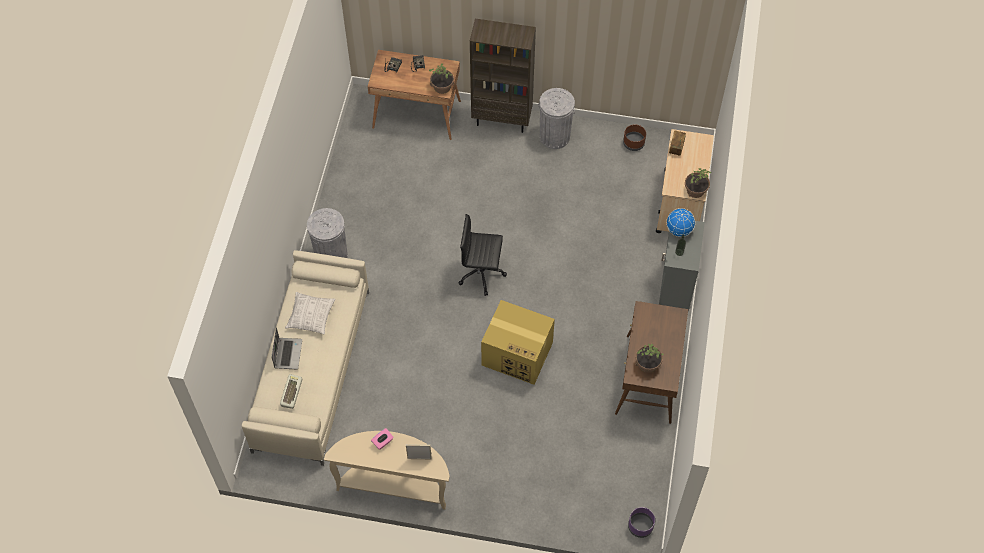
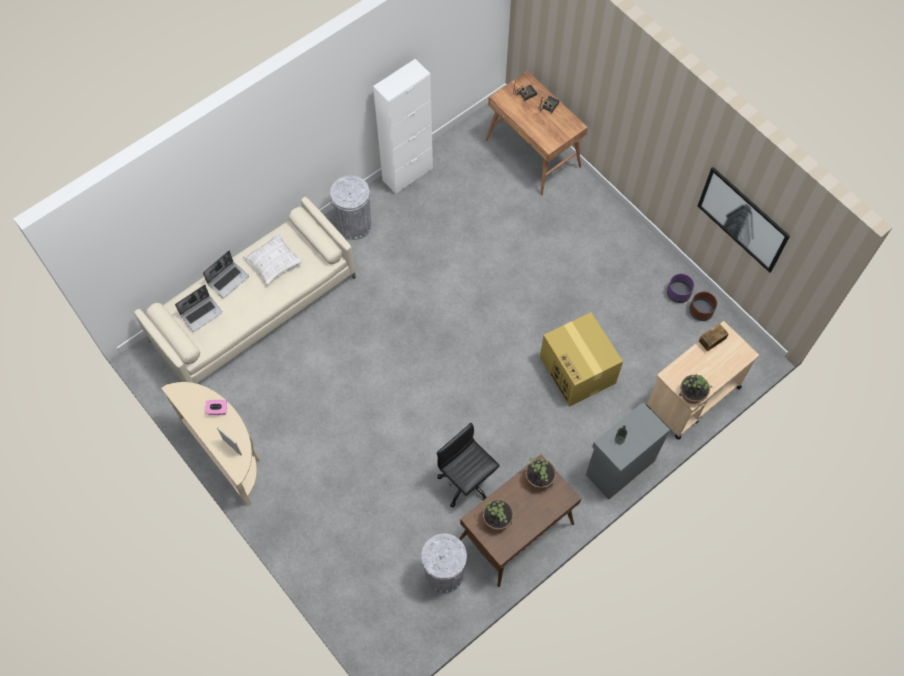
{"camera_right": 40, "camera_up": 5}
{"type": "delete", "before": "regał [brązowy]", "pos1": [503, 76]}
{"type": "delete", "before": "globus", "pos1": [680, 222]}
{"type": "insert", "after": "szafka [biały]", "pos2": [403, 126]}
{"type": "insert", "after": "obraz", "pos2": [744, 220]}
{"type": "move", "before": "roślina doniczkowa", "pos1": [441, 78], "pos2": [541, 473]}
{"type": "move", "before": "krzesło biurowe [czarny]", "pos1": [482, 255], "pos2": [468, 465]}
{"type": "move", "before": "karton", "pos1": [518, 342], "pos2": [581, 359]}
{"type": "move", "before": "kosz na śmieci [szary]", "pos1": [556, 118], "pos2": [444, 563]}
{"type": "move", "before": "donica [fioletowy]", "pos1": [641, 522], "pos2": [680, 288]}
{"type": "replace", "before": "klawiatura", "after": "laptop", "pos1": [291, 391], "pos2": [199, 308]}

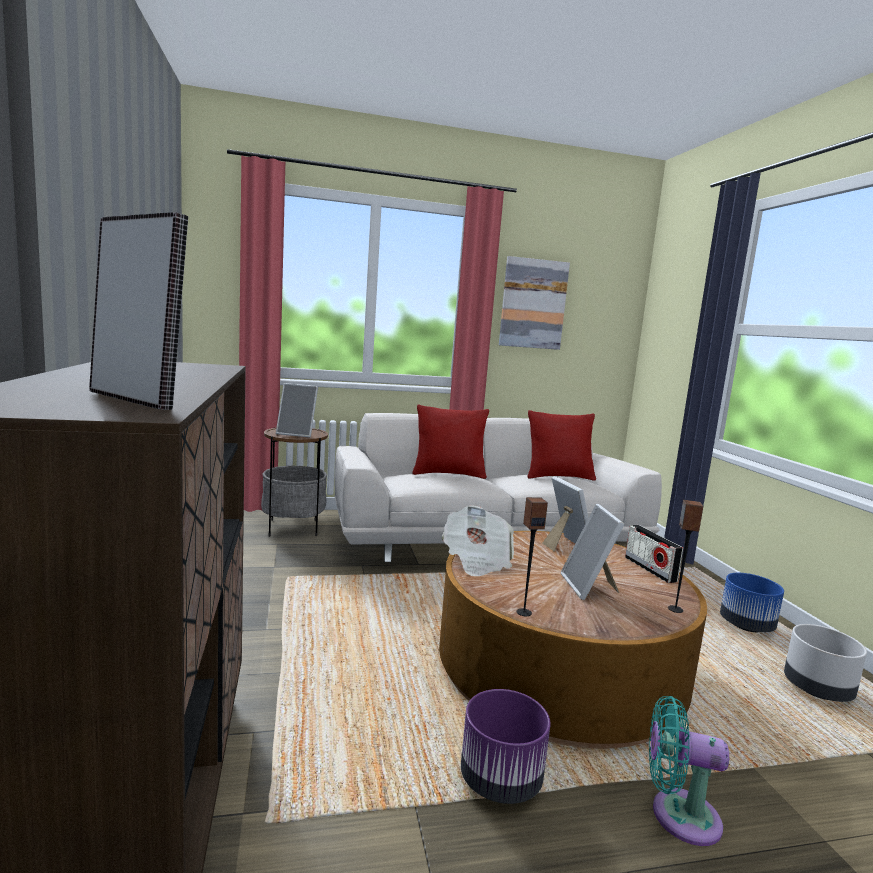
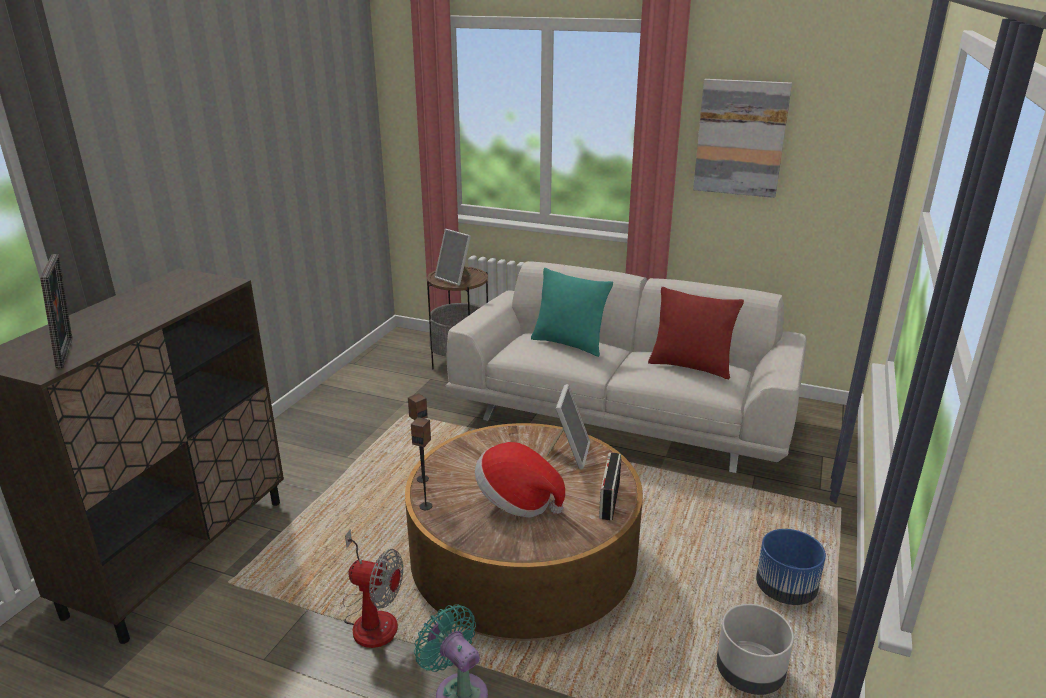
{"camera_right": 35, "camera_up": 15}
{"type": "delete", "before": "gazeta", "pos1": [478, 540]}
{"type": "move", "before": "głośnik", "pos1": [685, 556], "pos2": [418, 438]}
{"type": "replace", "before": "donica [fioletowy]", "after": "wentylator", "pos1": [505, 746], "pos2": [373, 588]}
{"type": "replace", "before": "ramka na zdjęcie", "after": "kapelusz", "pos1": [593, 552], "pos2": [520, 480]}
{"type": "recolor", "before": "poduszka [czerwony]", "after": "poduszka [turkusowy]", "pos1": [450, 441], "pos2": [572, 312]}

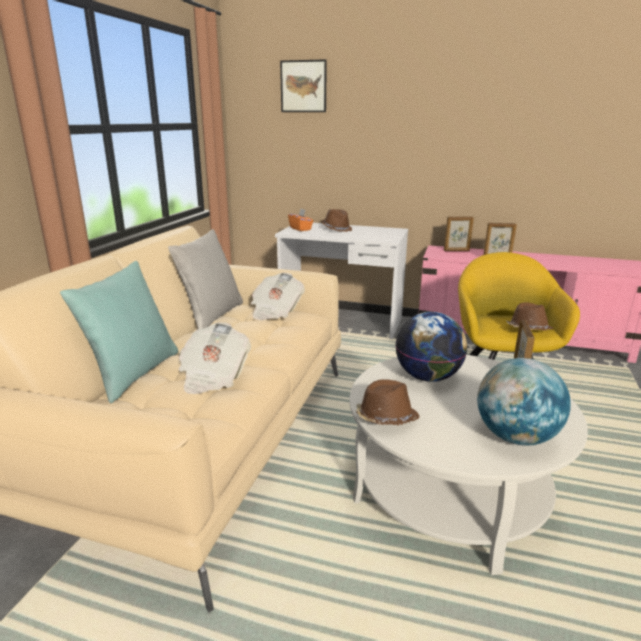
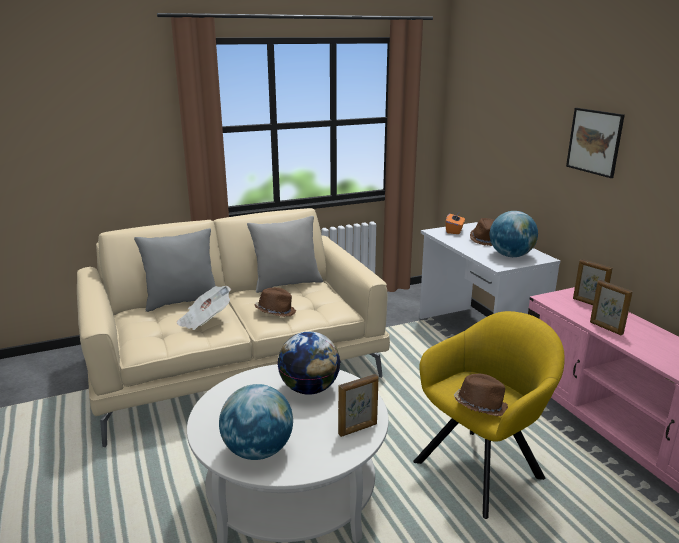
{"camera_right": 50, "camera_up": 0}
{"type": "delete", "before": "gazeta", "pos1": [278, 296]}
{"type": "insert", "after": "globus", "pos2": [514, 234]}
{"type": "move", "before": "obraz", "pos1": [303, 85], "pos2": [595, 143]}
{"type": "move", "before": "kapelusz [brązowy]", "pos1": [388, 402], "pos2": [275, 302]}
{"type": "recolor", "before": "poduszka [turkusowy]", "after": "poduszka [szary]", "pos1": [119, 332], "pos2": [174, 270]}

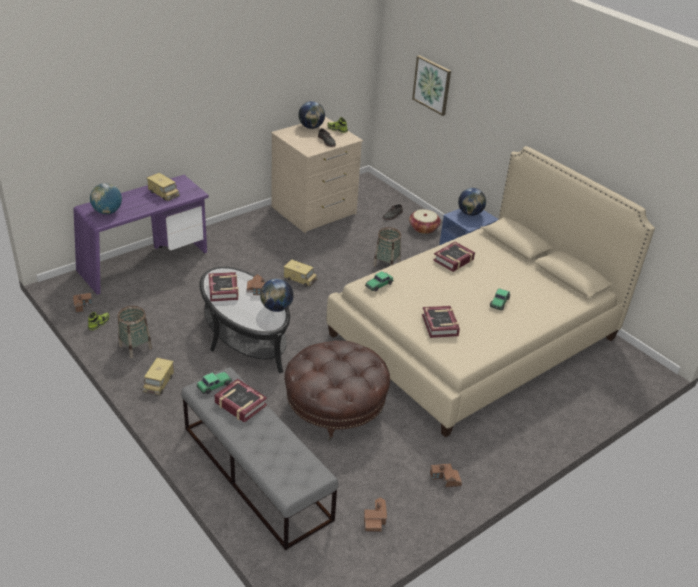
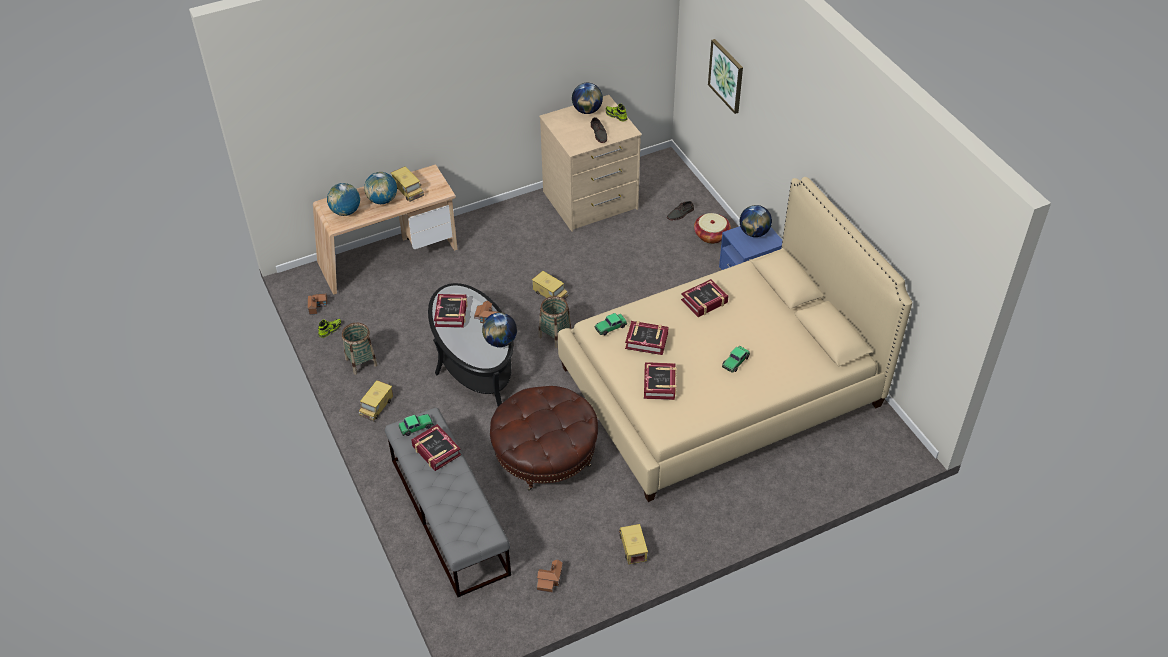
{"camera_right": 15, "camera_up": 10}
{"type": "insert", "after": "globus", "pos2": [380, 188]}
{"type": "insert", "after": "książka", "pos2": [646, 338]}
{"type": "move", "before": "koszyk", "pos1": [387, 247], "pos2": [555, 322]}
{"type": "replace", "before": "domek", "after": "ciężarówka zabawkowa", "pos1": [446, 475], "pos2": [633, 544]}
{"type": "recolor", "before": "biurko [fioletowy]", "after": "biurko [beżowy]", "pos1": [141, 235], "pos2": [385, 229]}

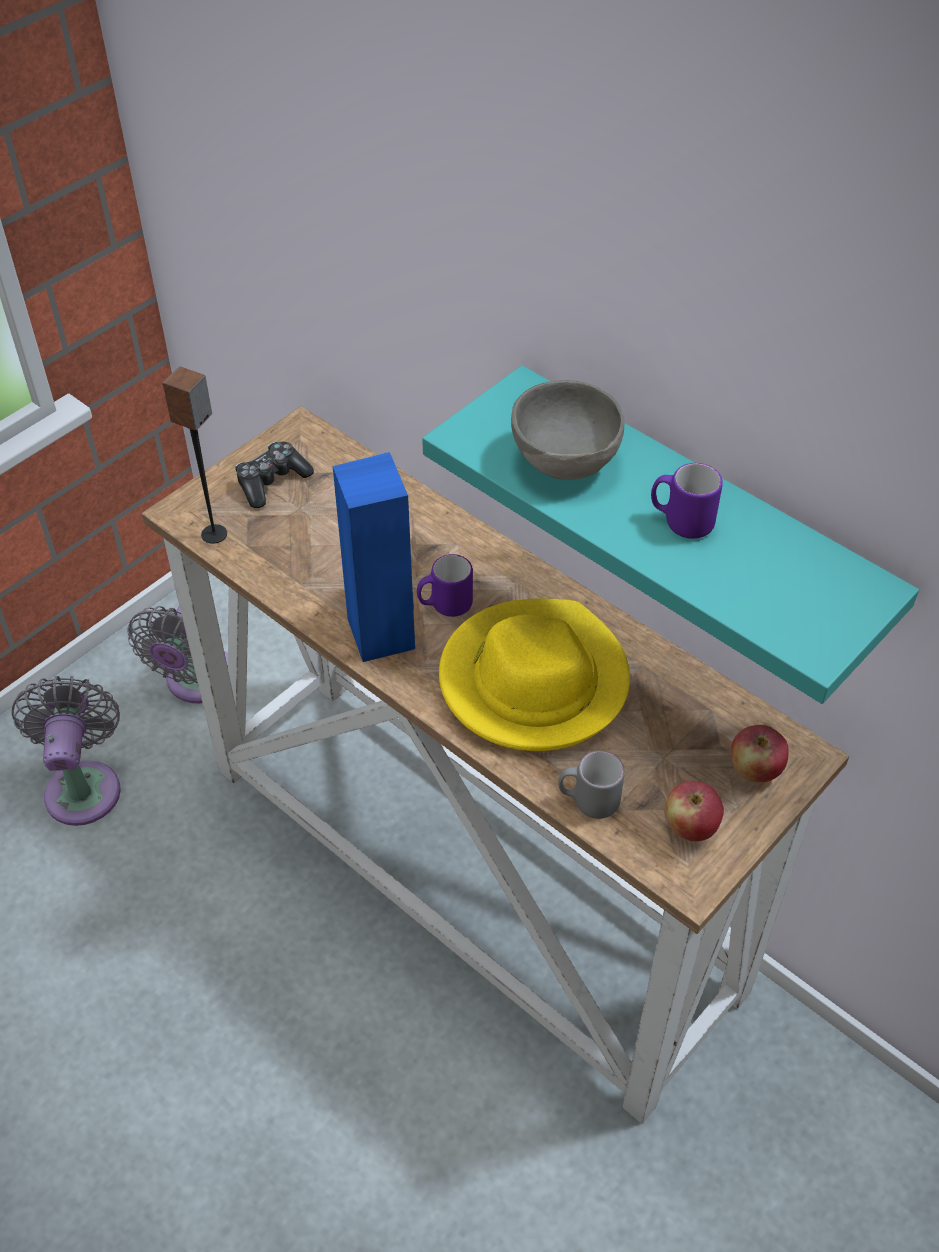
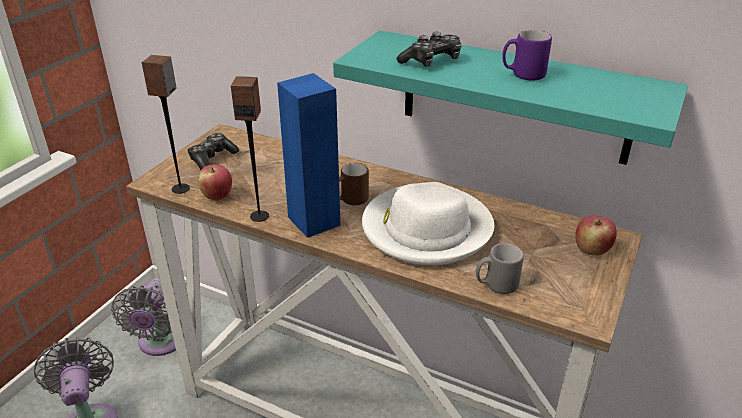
{"camera_right": -15, "camera_up": -15}
{"type": "insert", "after": "głośnik", "pos2": [250, 149]}
{"type": "move", "before": "jabłko", "pos1": [695, 811], "pos2": [215, 183]}
{"type": "replace", "before": "miska [szary]", "after": "pad do gier", "pos1": [567, 430], "pos2": [429, 49]}
{"type": "recolor", "before": "kubek [fioletowy]", "after": "kubek [brązowy]", "pos1": [445, 585], "pos2": [354, 184]}
{"type": "recolor", "before": "kapelusz [żółty]", "after": "kapelusz [biały]", "pos1": [534, 674], "pos2": [428, 224]}

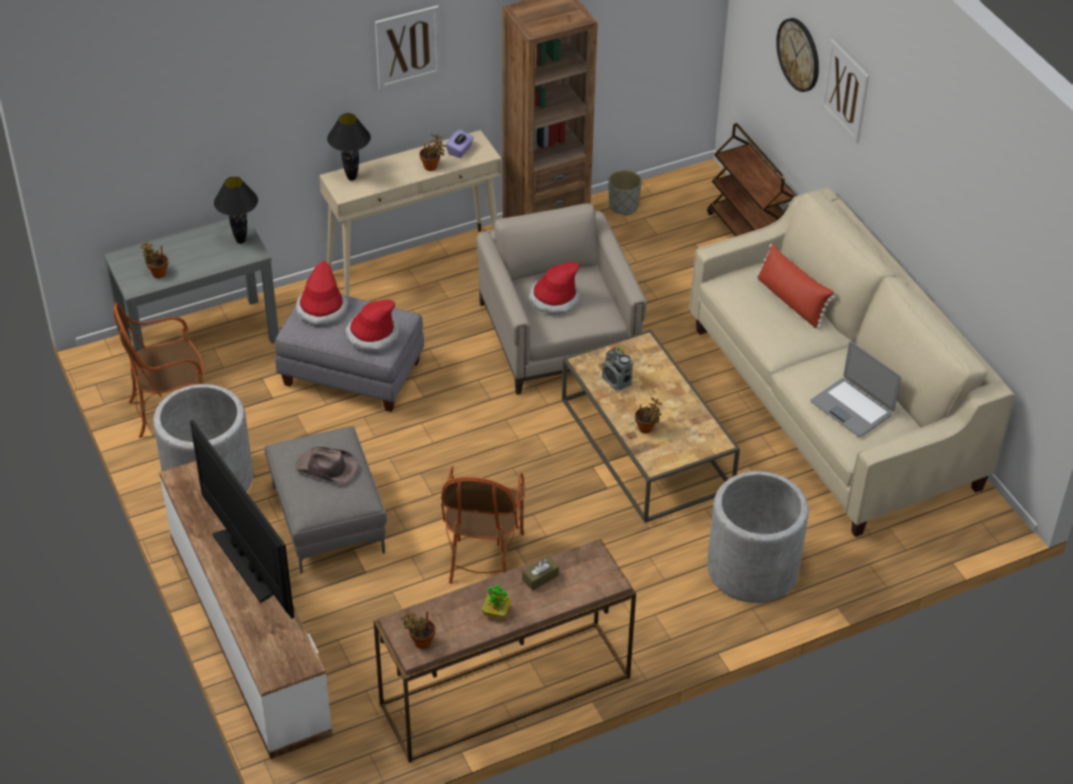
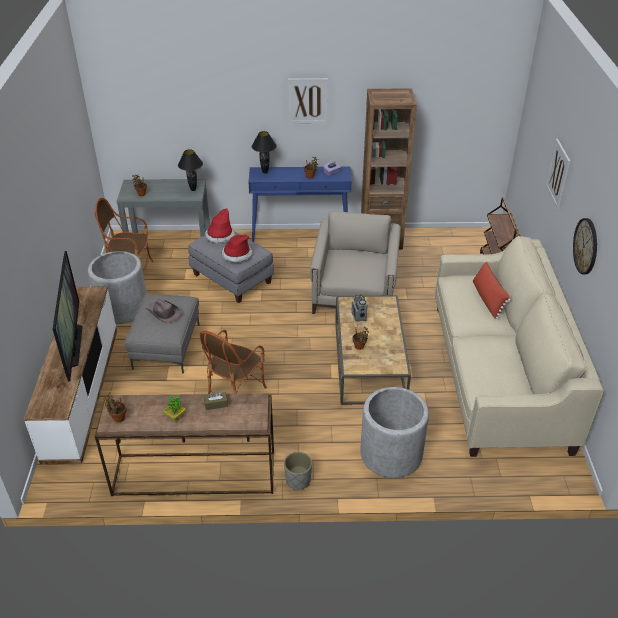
{"camera_right": 25, "camera_up": -5}
{"type": "delete", "before": "kapelusz", "pos1": [554, 288]}
{"type": "delete", "before": "laptop", "pos1": [855, 389]}
{"type": "move", "before": "donica [szary]", "pos1": [625, 193], "pos2": [298, 471]}
{"type": "move", "before": "zegar ścienny", "pos1": [797, 55], "pos2": [585, 246]}
{"type": "recolor", "before": "stolik konsolowy [beżowy]", "after": "stolik konsolowy [niebieski]", "pos1": [410, 213], "pos2": [300, 204]}

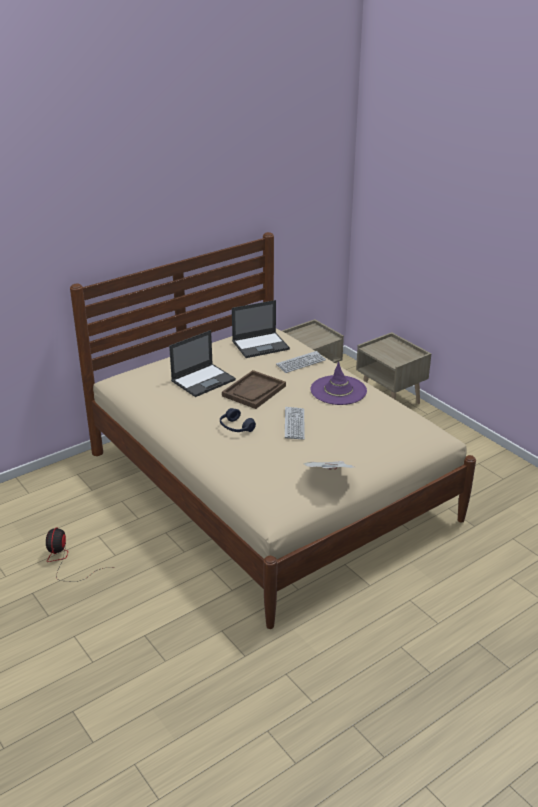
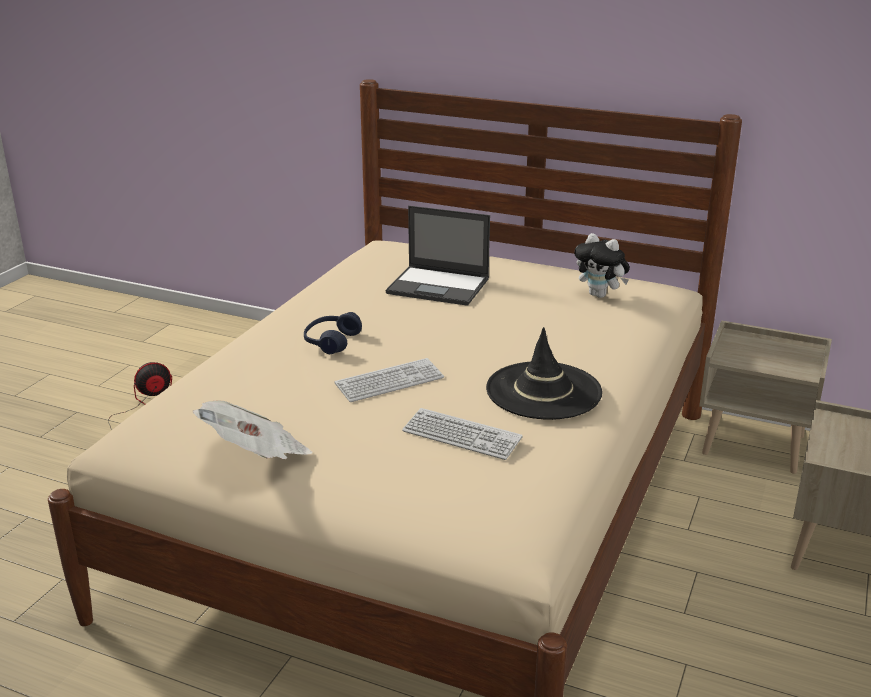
{"camera_right": 60, "camera_up": -5}
{"type": "delete", "before": "taca [brązowy]", "pos1": [254, 389]}
{"type": "move", "before": "klawiatura", "pos1": [301, 362], "pos2": [462, 434]}
{"type": "replace", "before": "laptop", "after": "pluszak", "pos1": [261, 329], "pos2": [602, 265]}
{"type": "recolor", "before": "kapelusz [fioletowy]", "after": "kapelusz [czarny]", "pos1": [338, 383], "pos2": [544, 373]}

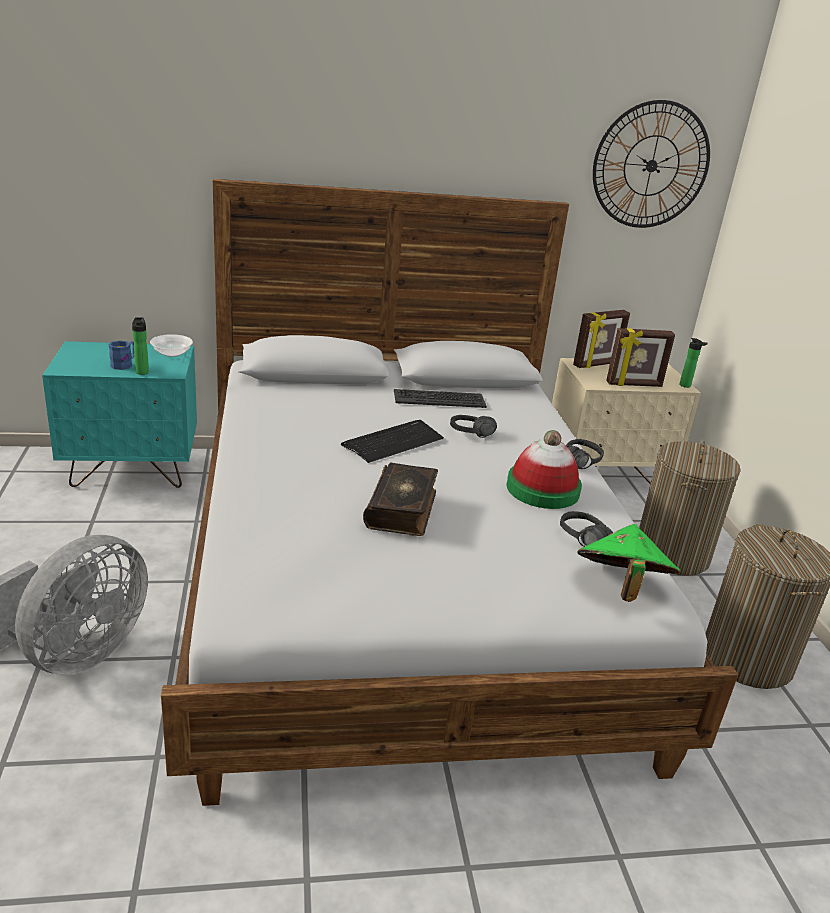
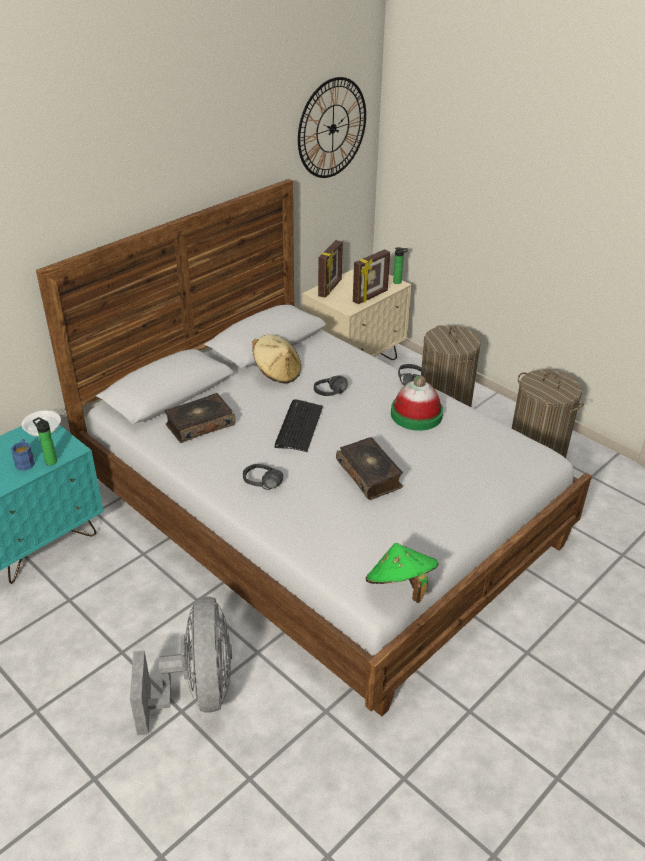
{"camera_right": -35, "camera_up": 10}
{"type": "insert", "after": "książka", "pos2": [200, 418]}
{"type": "move", "before": "słuchawki [czarny]", "pos1": [586, 529], "pos2": [263, 477]}
{"type": "move", "before": "kapelusz [zielony]", "pos1": [628, 563], "pos2": [402, 573]}
{"type": "replace", "before": "klawiatura", "after": "kapelusz [beżowy]", "pos1": [440, 398], "pos2": [276, 359]}

